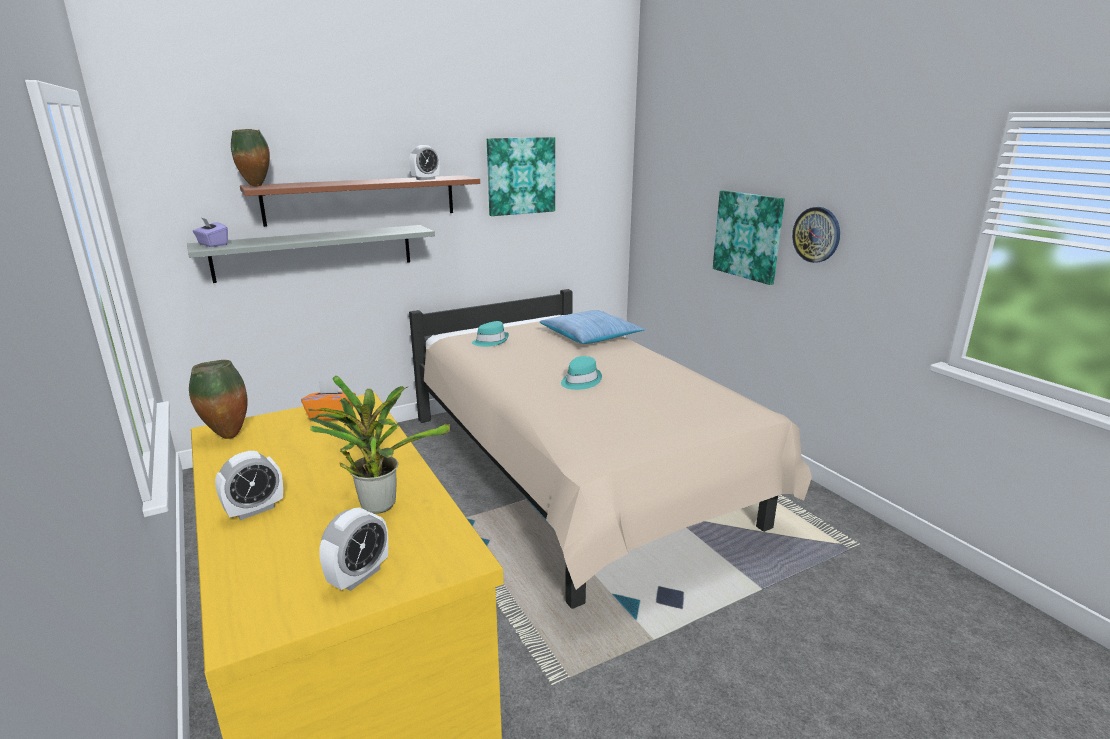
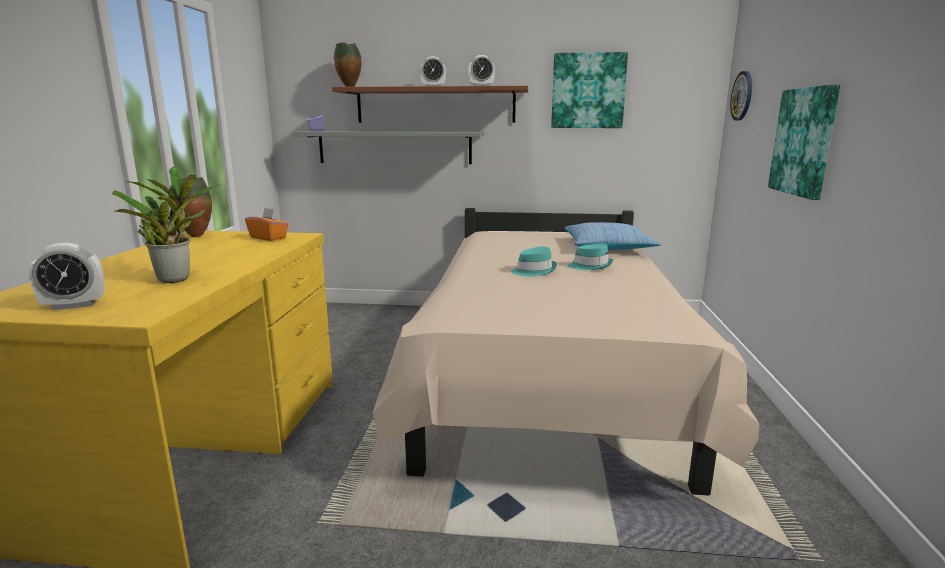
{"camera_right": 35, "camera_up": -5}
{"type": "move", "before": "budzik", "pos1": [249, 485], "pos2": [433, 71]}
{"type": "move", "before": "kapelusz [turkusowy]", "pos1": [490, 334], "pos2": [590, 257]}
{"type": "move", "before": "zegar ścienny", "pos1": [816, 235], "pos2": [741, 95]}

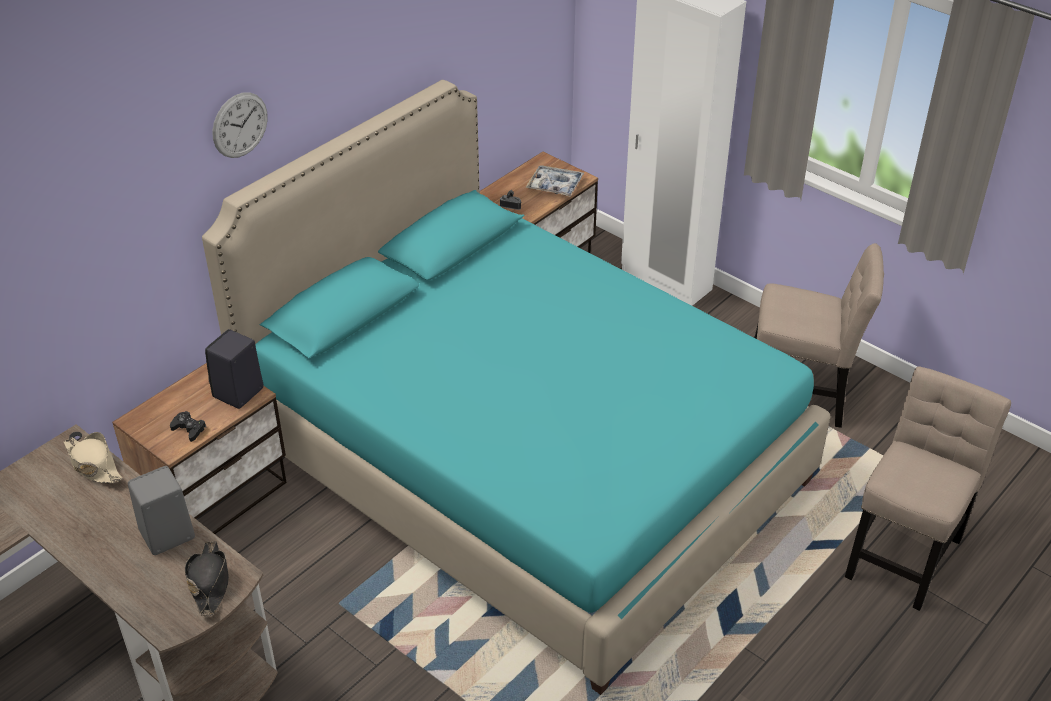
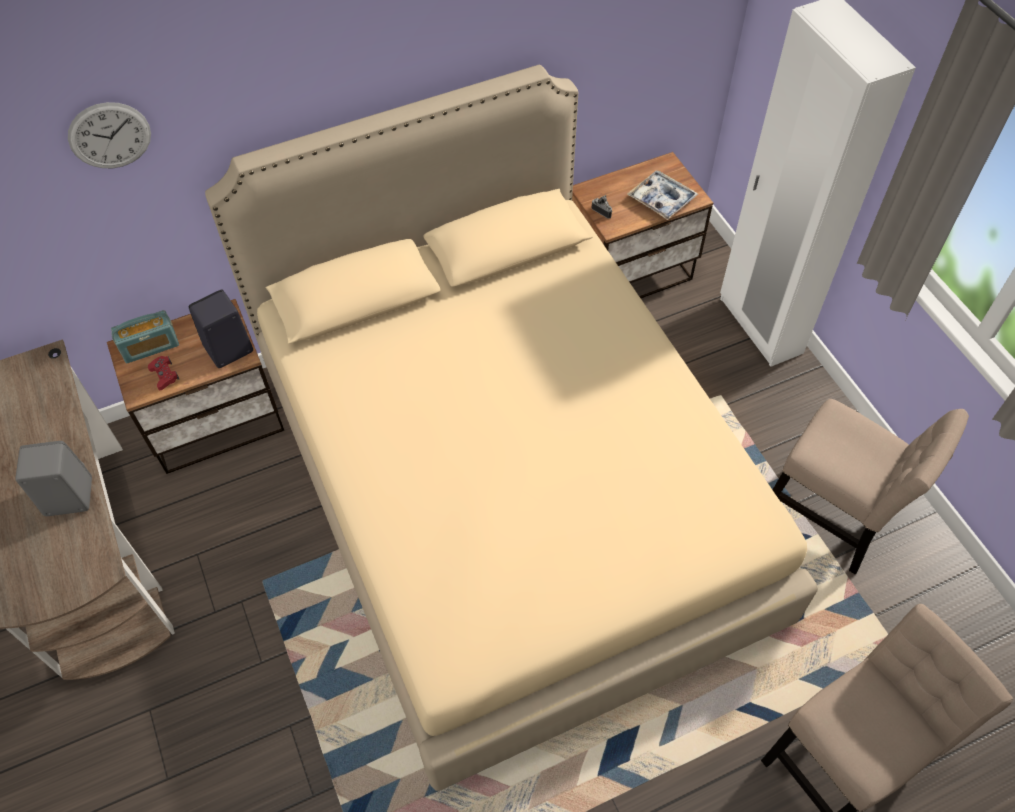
{"camera_right": 25, "camera_up": 15}
{"type": "delete", "before": "kapelusz [beżowy]", "pos1": [93, 457]}
{"type": "delete", "before": "kapelusz [czarny]", "pos1": [207, 578]}
{"type": "insert", "after": "radio", "pos2": [145, 336]}
{"type": "move", "before": "zegar ścienny", "pos1": [240, 125], "pos2": [109, 135]}
{"type": "recolor", "before": "pad do gier [czarny]", "after": "pad do gier [czerwony]", "pos1": [188, 426], "pos2": [164, 373]}
{"type": "recolor", "before": "łóżko [turkusowy]", "after": "łóżko [beżowy]", "pos1": [516, 387], "pos2": [511, 428]}

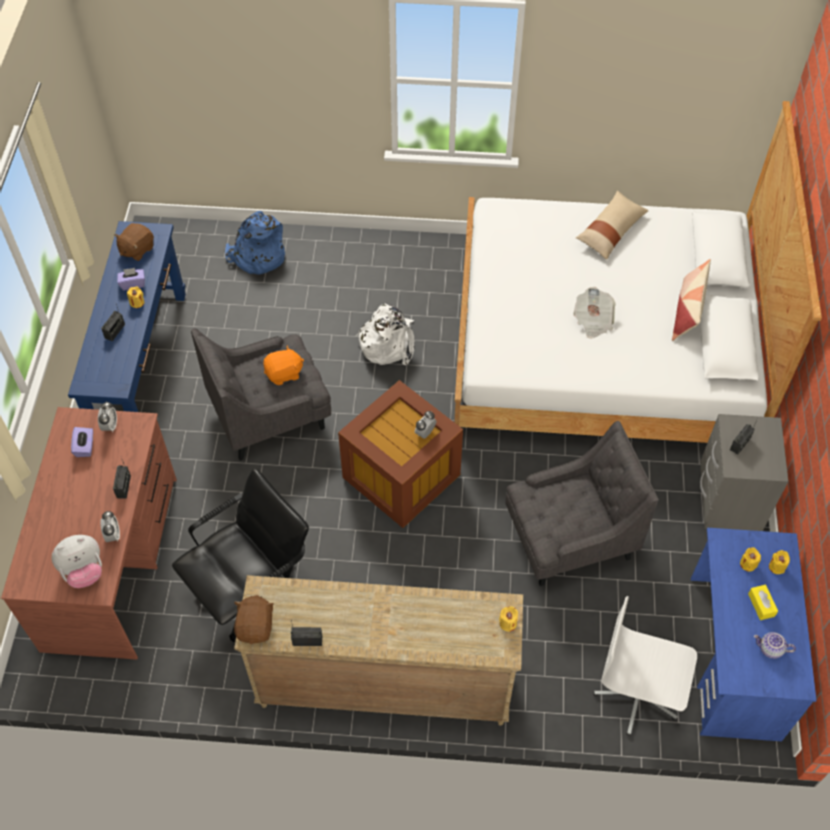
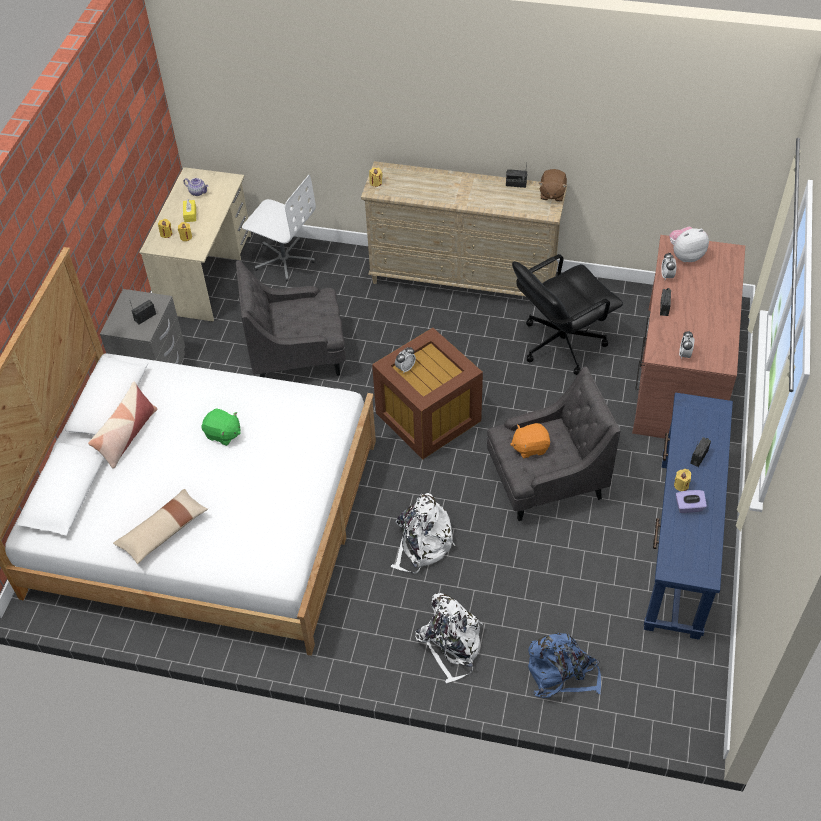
{"camera_right": -170, "camera_up": -5}
{"type": "delete", "before": "pudełko chusteczek [fioletowy]", "pos1": [82, 442]}
{"type": "delete", "before": "pluszak [brązowy]", "pos1": [134, 242]}
{"type": "insert", "after": "plecak [biały]", "pos2": [449, 638]}
{"type": "replace", "before": "gazeta", "after": "pluszak [zielony]", "pos1": [594, 313], "pos2": [221, 427]}
{"type": "recolor", "before": "biurko [niebieski]", "after": "biurko [beżowy]", "pos1": [754, 634], "pos2": [195, 244]}

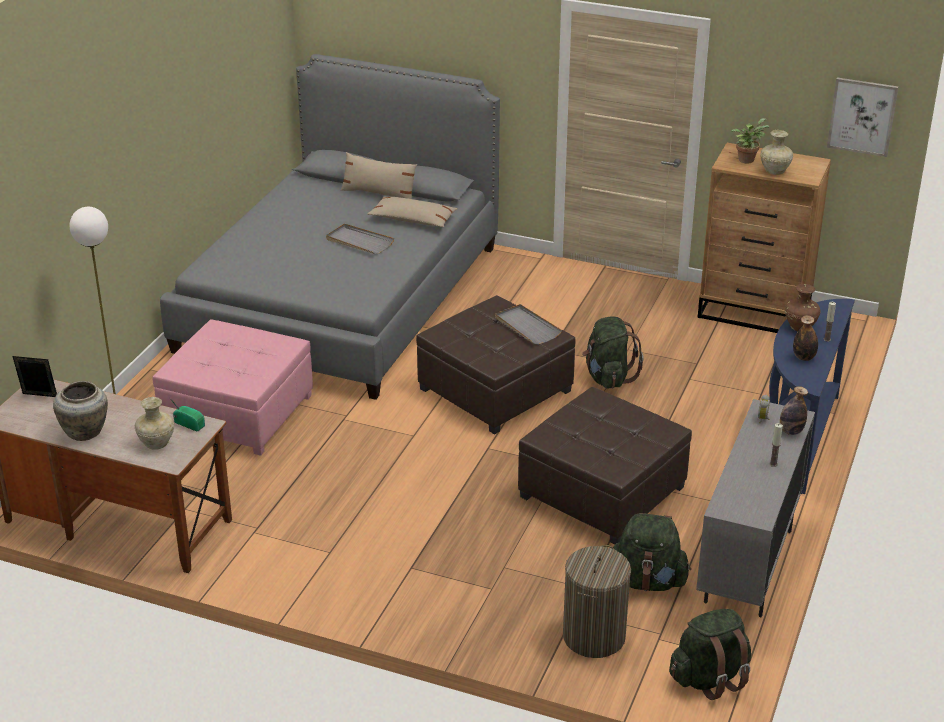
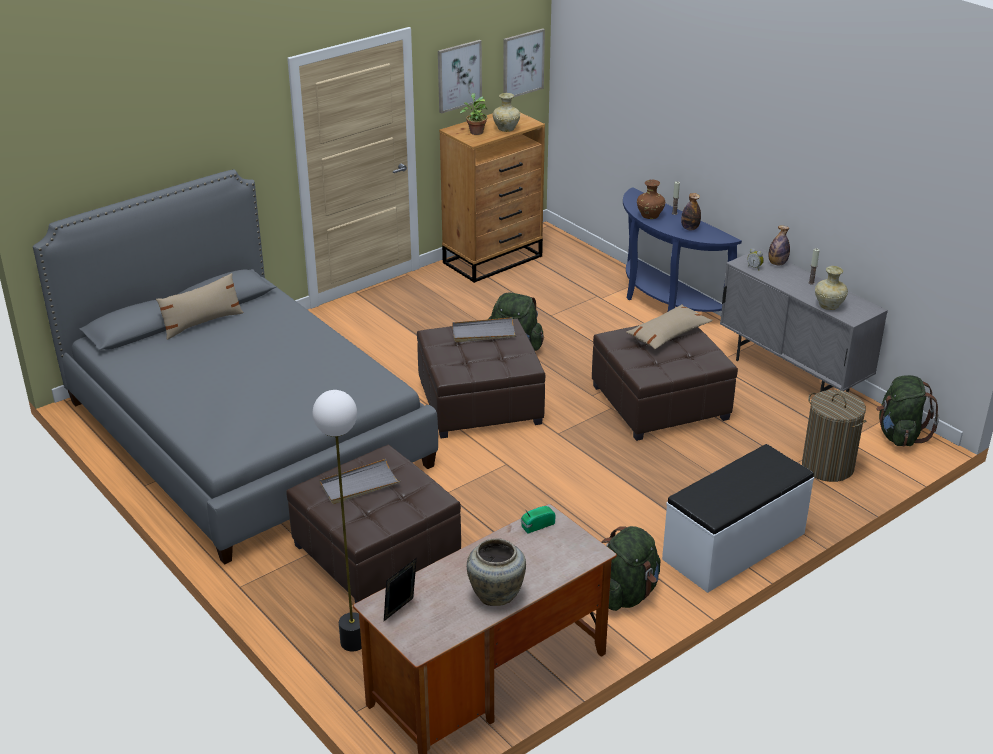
{"camera_right": -60, "camera_up": 0}
{"type": "insert", "after": "obraz", "pos2": [460, 77]}
{"type": "insert", "after": "ławka [biały]", "pos2": [738, 518]}
{"type": "move", "before": "wazon [beżowy]", "pos1": [154, 423], "pos2": [831, 288]}
{"type": "move", "before": "taca [szary]", "pos1": [360, 238], "pos2": [360, 481]}
{"type": "move", "before": "poduszka [beżowy]", "pos1": [412, 211], "pos2": [669, 327]}
{"type": "move", "before": "plecak [zielony]", "pos1": [652, 552], "pos2": [631, 568]}
{"type": "recolor", "before": "pufa [różowy]", "after": "pufa [brązowy]", "pos1": [232, 387], "pos2": [373, 523]}

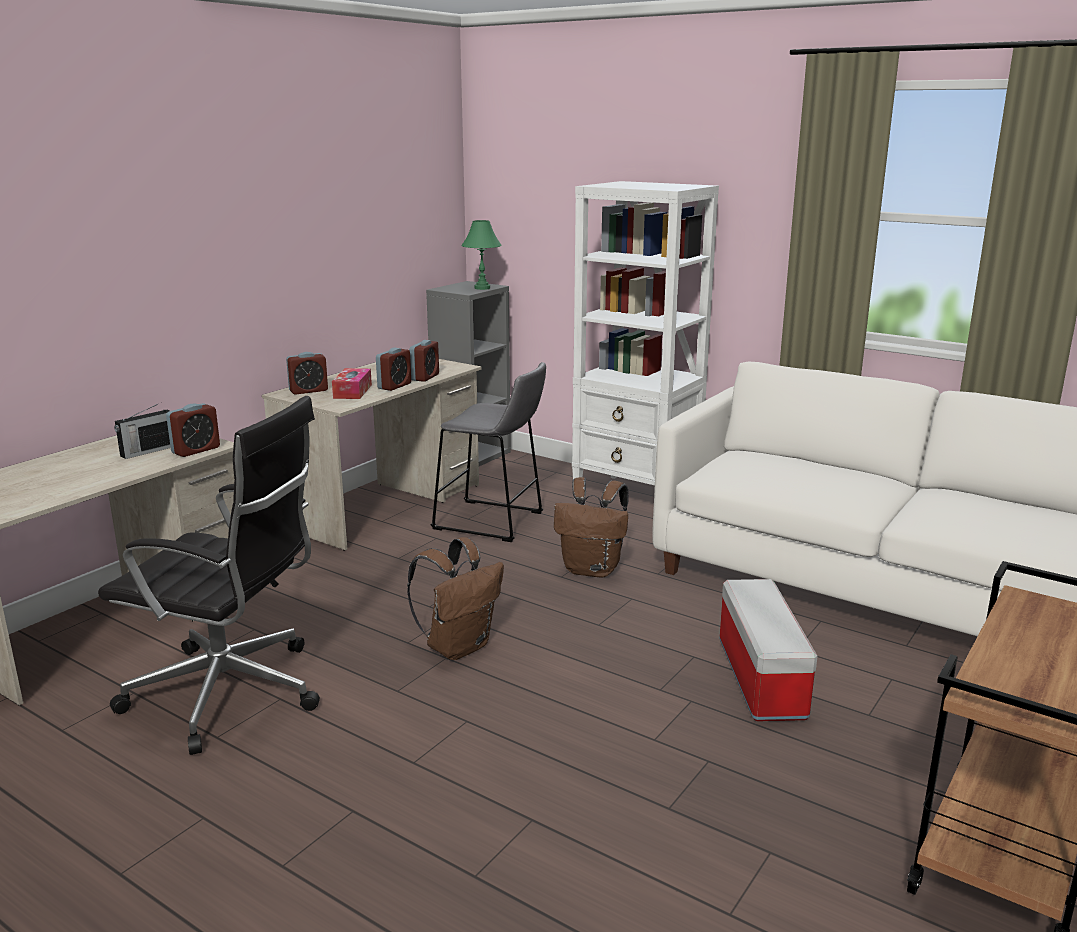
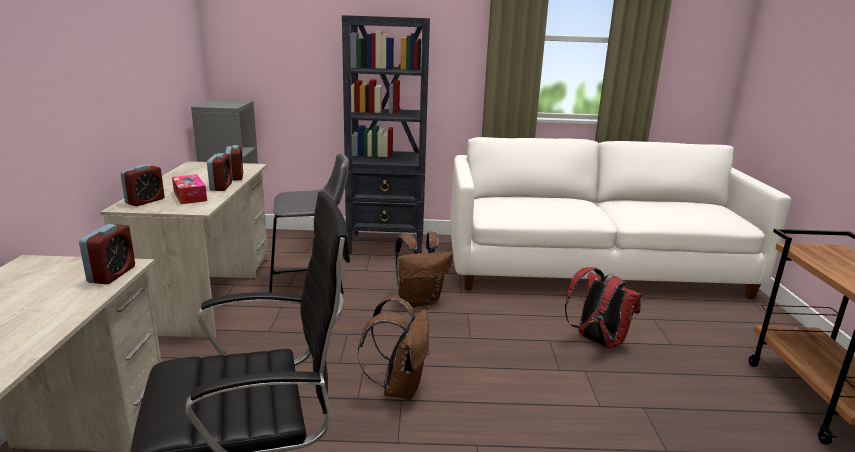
{"camera_right": -35, "camera_up": 0}
{"type": "delete", "before": "radio", "pos1": [142, 431]}
{"type": "delete", "before": "lampa stołowa [zielony]", "pos1": [481, 255]}
{"type": "replace", "before": "pojemnik do przechowywania", "after": "plecak [czerwony]", "pos1": [768, 650], "pos2": [603, 307]}
{"type": "recolor", "before": "regał [biały]", "after": "regał [czarny]", "pos1": [645, 340], "pos2": [386, 135]}

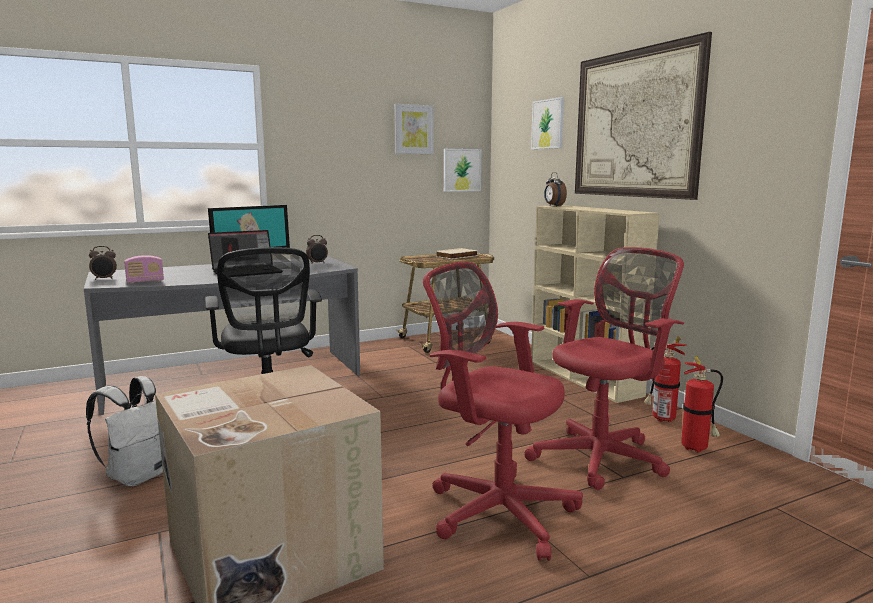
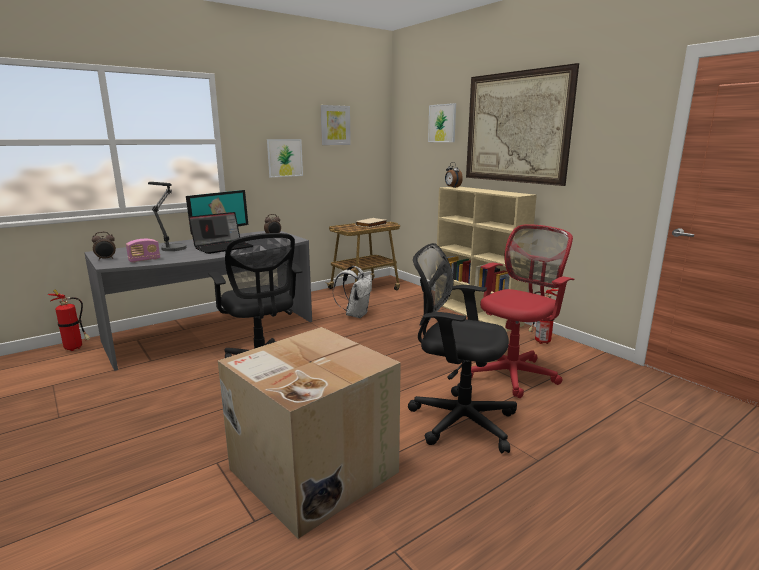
{"camera_right": -10, "camera_up": 5}
{"type": "insert", "after": "lampa stołowa", "pos2": [167, 216]}
{"type": "move", "before": "plecak [biały]", "pos1": [124, 431], "pos2": [352, 292]}
{"type": "move", "before": "obraz", "pos1": [462, 170], "pos2": [285, 158]}
{"type": "move", "before": "gaśnica", "pos1": [702, 404], "pos2": [69, 320]}
{"type": "recolor", "before": "krzesło biurowe [czerwony]", "after": "krzesło biurowe [czarny]", "pos1": [503, 411], "pos2": [462, 348]}

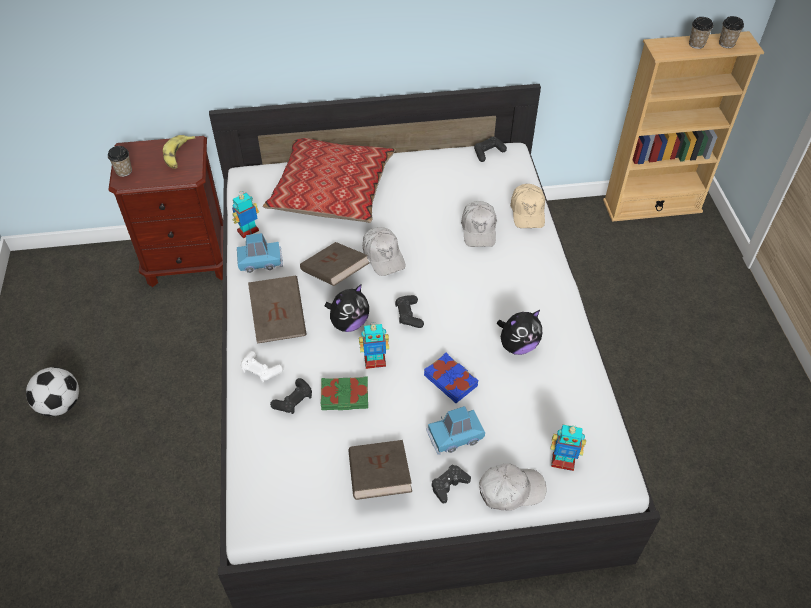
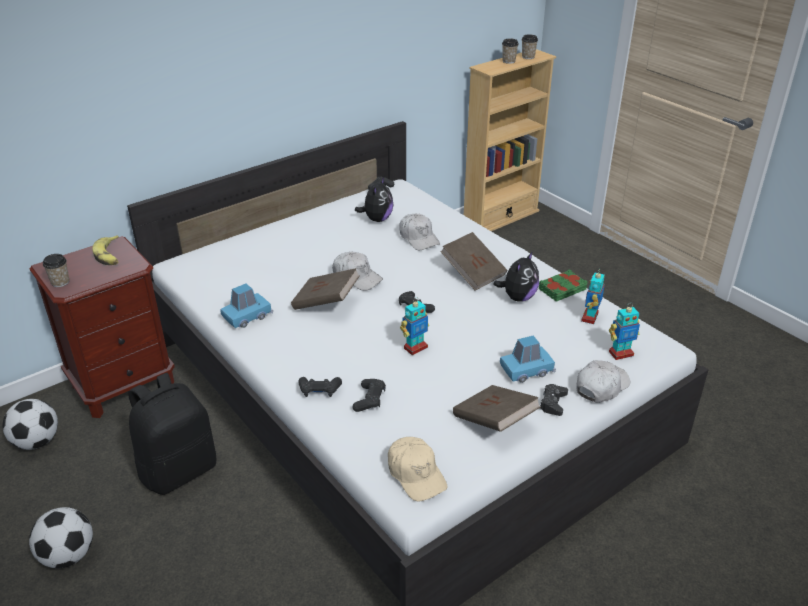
{"camera_right": -30, "camera_up": -15}
{"type": "delete", "before": "poduszka", "pos1": [329, 180]}
{"type": "delete", "before": "książka [niebieski]", "pos1": [451, 378]}
{"type": "insert", "after": "piłka futbolowa", "pos2": [30, 424]}
{"type": "insert", "after": "plecak [czarny]", "pos2": [172, 434]}
{"type": "move", "before": "robot zabawkowy", "pos1": [245, 214], "pos2": [593, 296]}
{"type": "move", "before": "książka [brązowy]", "pos1": [277, 310], "pos2": [473, 261]}
{"type": "move", "before": "książka [zielony]", "pos1": [344, 393], "pos2": [563, 285]}
{"type": "move", "before": "pluszak", "pos1": [347, 308], "pos2": [374, 199]}
{"type": "move", "before": "czapka z daszkiem [beżowy]", "pos1": [527, 206], "pos2": [417, 469]}
{"type": "recolor", "before": "pad do gier [biały]", "after": "pad do gier [czarny]", "pos1": [262, 367], "pos2": [320, 387]}
{"type": "rotate", "before": "samochodzik [niebieski]", "pos1": [455, 430], "pos2": [528, 359], "turn": -150}

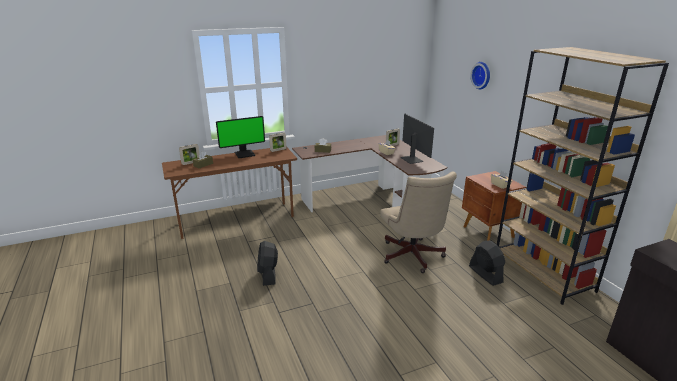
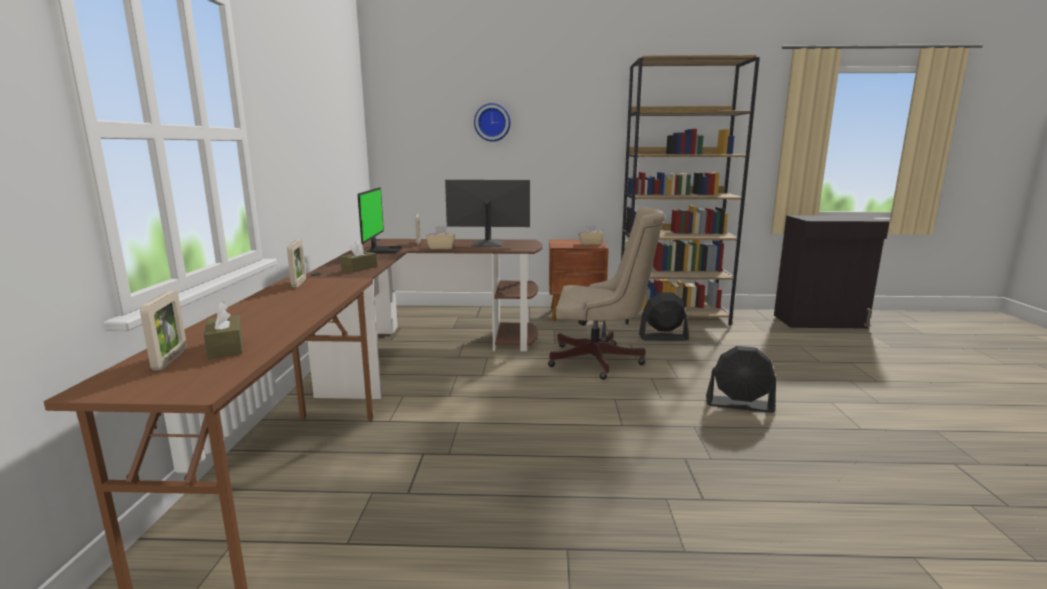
{"camera_right": -65, "camera_up": -10}
{"type": "move", "before": "monitor", "pos1": [240, 137], "pos2": [380, 220]}
{"type": "move", "before": "wentylator [czarny]", "pos1": [267, 263], "pos2": [741, 379]}

